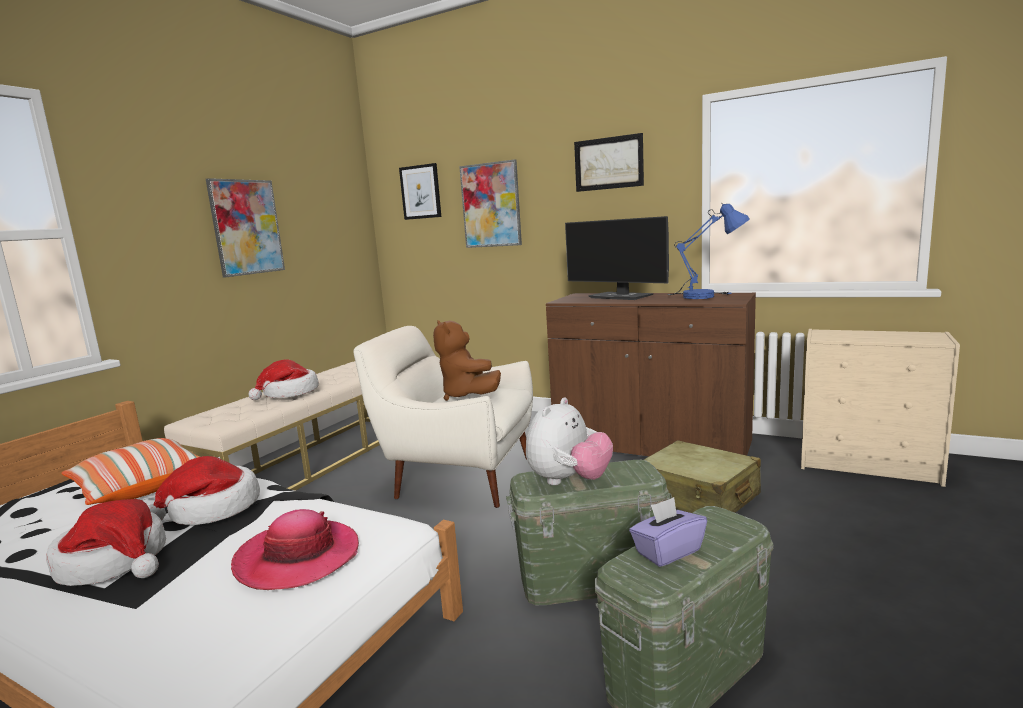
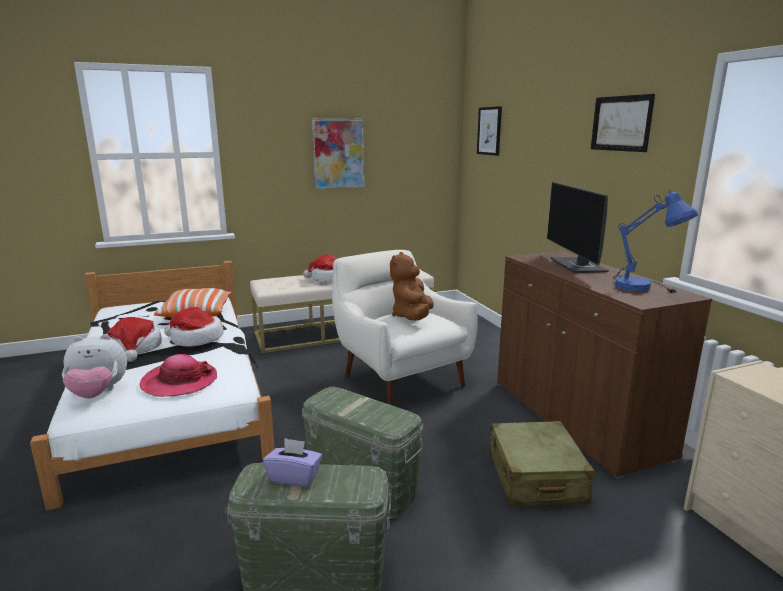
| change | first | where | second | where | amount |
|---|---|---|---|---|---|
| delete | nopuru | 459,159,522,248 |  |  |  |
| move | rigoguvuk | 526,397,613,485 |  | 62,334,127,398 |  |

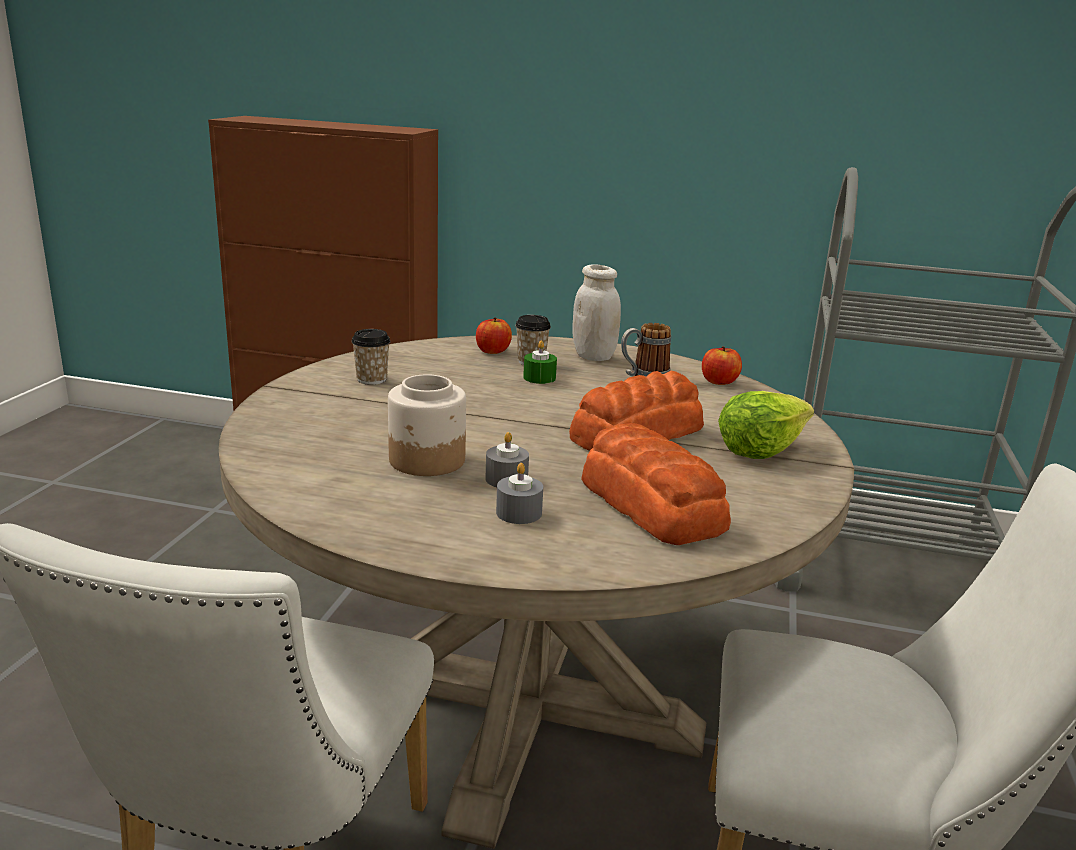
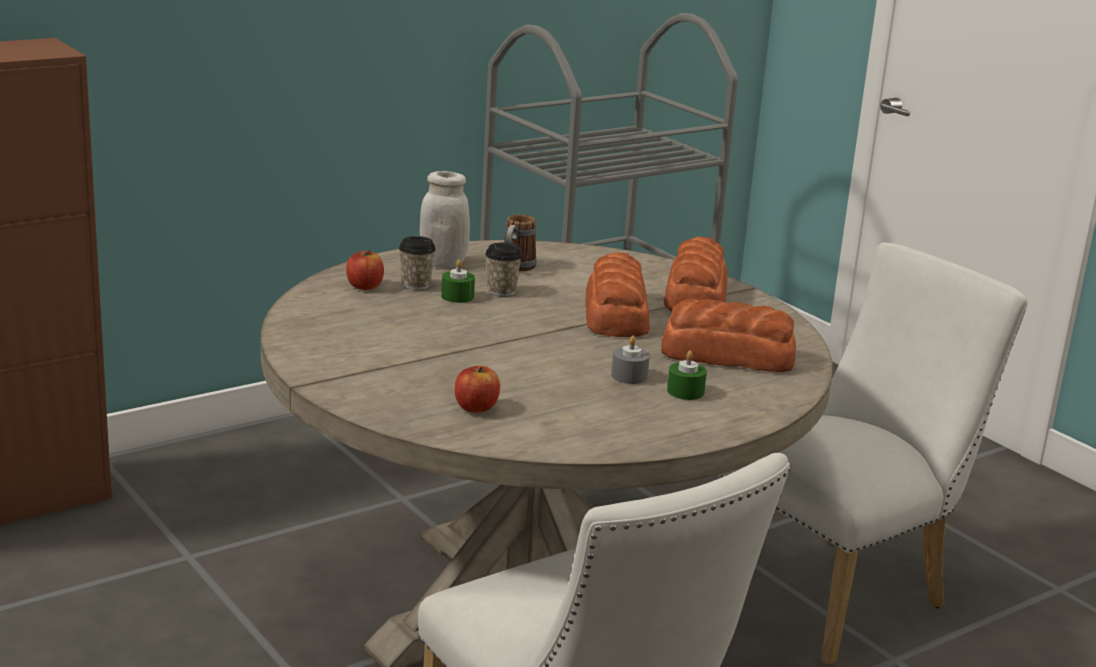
| change | first | where | second | where | amount |
|---|---|---|---|---|---|
| move | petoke | 351,329,391,385 |  | 485,242,522,296 |  |
| delete | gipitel | 388,374,466,476 |  |  |  |
| recolor | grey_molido | 496,463,543,524 | green_molido | 667,351,707,400 |  |
| move | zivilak | 702,346,742,385 |  | 455,366,500,413 |  |
| replace | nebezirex | 718,391,814,459 | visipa | 664,237,728,312 |  |

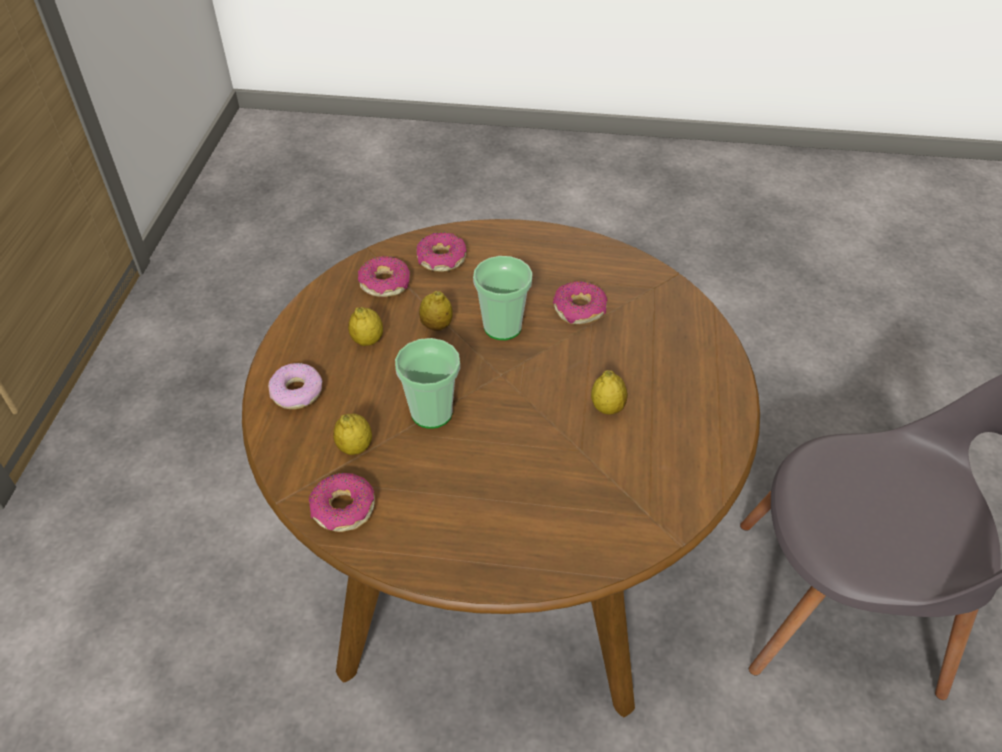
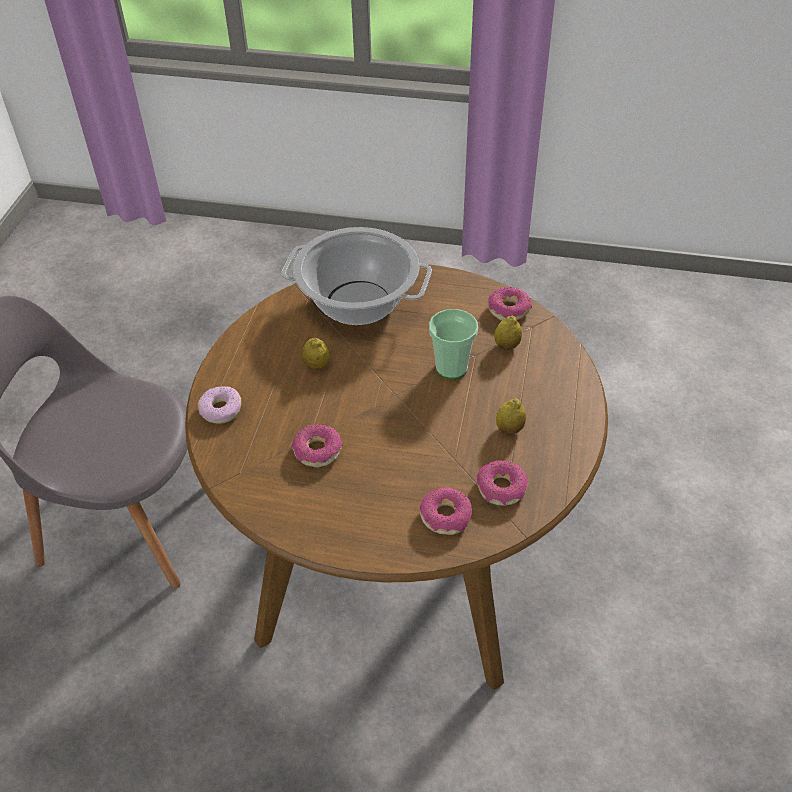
| change | first | where | second | where | amount |
|---|---|---|---|---|---|
| move | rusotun | 268,363,322,409 |  | 198,386,241,424 |  |
| delete | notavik | 419,291,453,331 |  |  |  |
| delete | petoke | 473,256,533,340 |  |  |  |
| insert |  |  | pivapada | 281,227,432,325 |  |

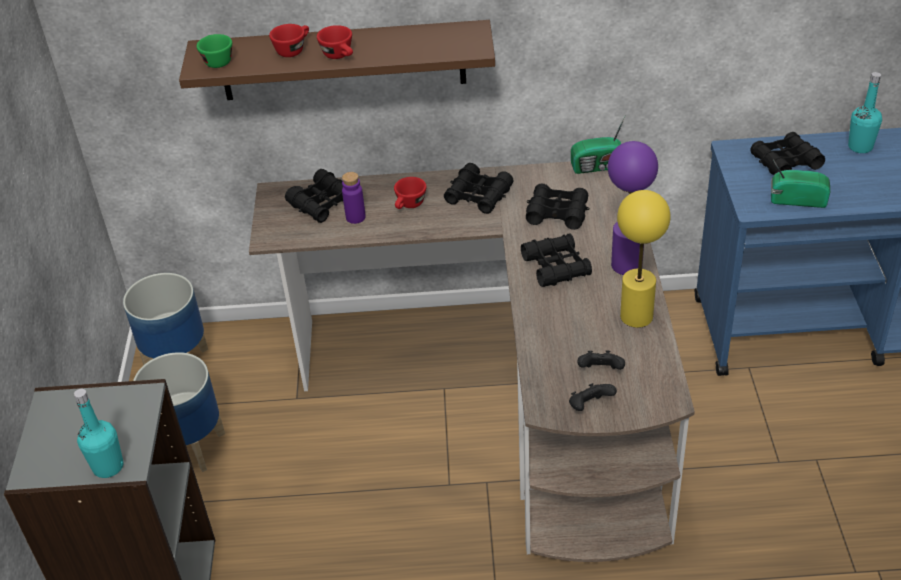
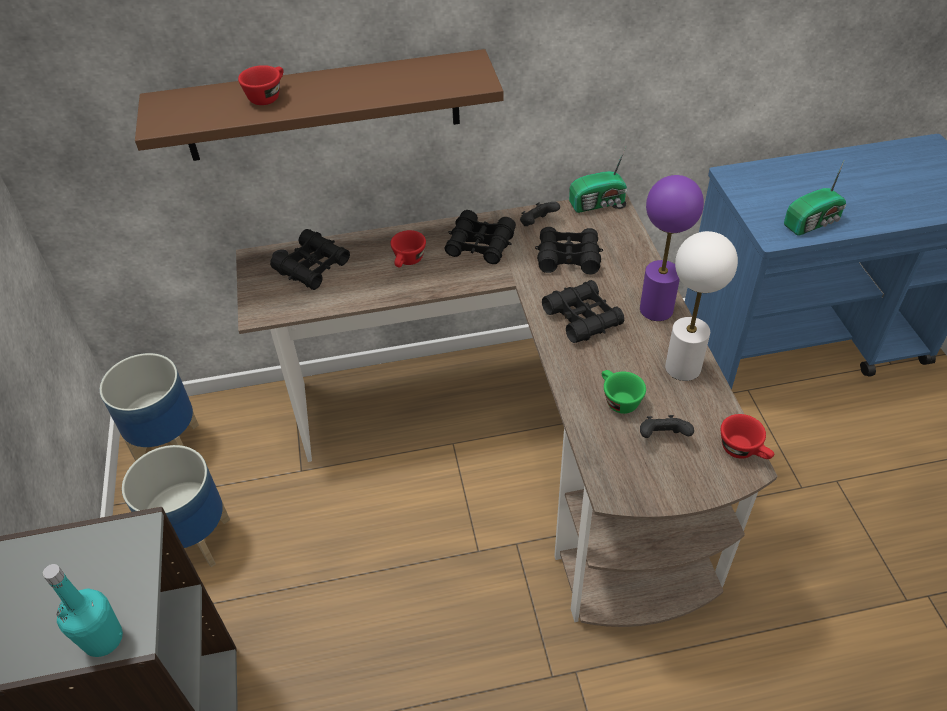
| change | first | where | second | where | amount |
|---|---|---|---|---|---|
| move | green_petoke | 196,34,232,68 |  | 602,370,646,414 |  |
| move | red_petoke | 317,25,353,59 |  | 721,414,774,459 |  |
| delete | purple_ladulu | 342,172,366,224 |  |  |  |
| move | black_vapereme | 569,383,617,411 |  | 520,202,560,226 |  |
| recolor | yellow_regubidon | 617,190,671,328 | white_regubidon | 665,231,738,381 |  |
| delete | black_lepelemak | 750,132,825,175 |  |  |  |
| rotate | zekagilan | 771,160,830,208 |  | 784,161,846,236 | 150 degrees clockwise |
| delete | turquoise_ladulu | 848,72,882,153 |  |  |  |

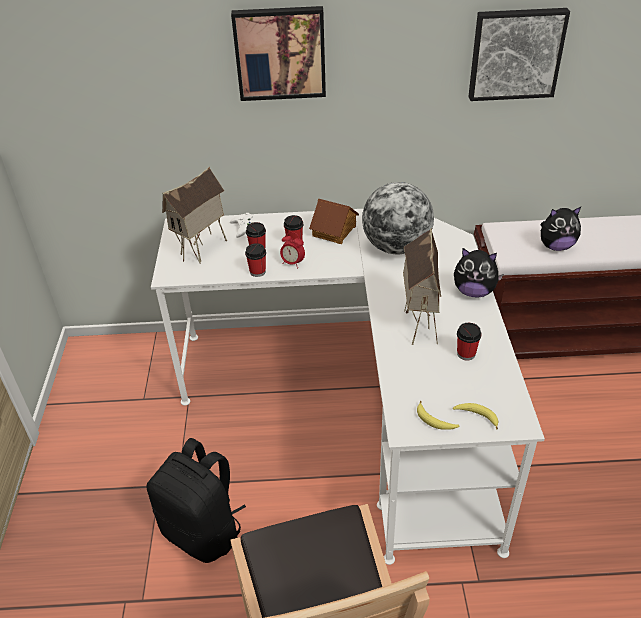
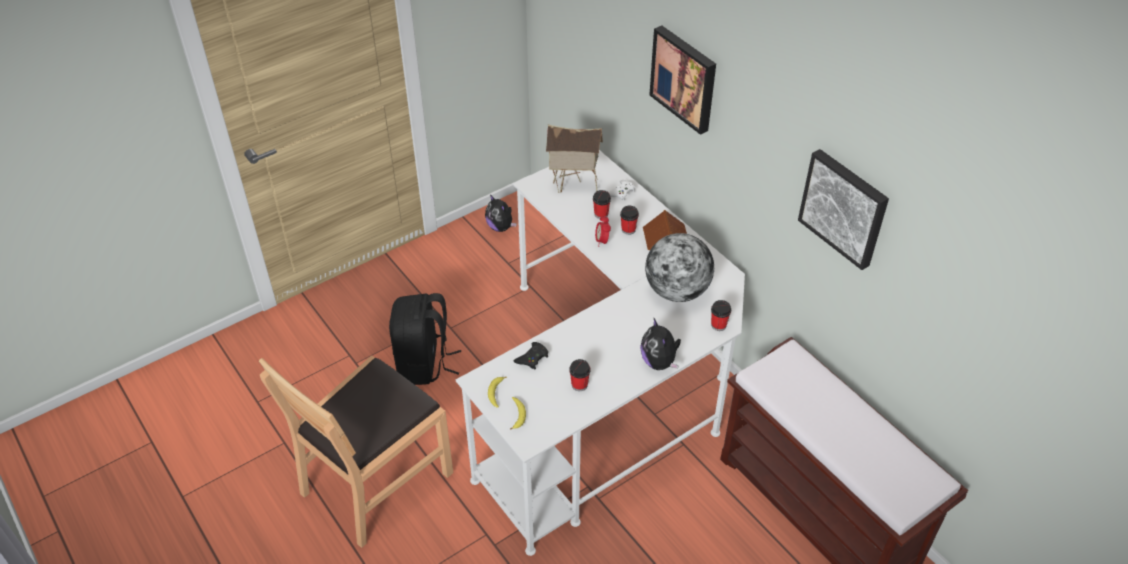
| change | first | where | second | where | amount |
|---|---|---|---|---|---|
| move | petoke | 245,243,266,277 |  | 711,300,731,331 |  |
| delete | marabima | 403,228,441,345 |  |  |  |
| move | rigoguvuk | 540,207,581,251 |  | 485,194,517,232 |  |
| insert |  |  | black_vapereme | 514,342,548,369 |  |

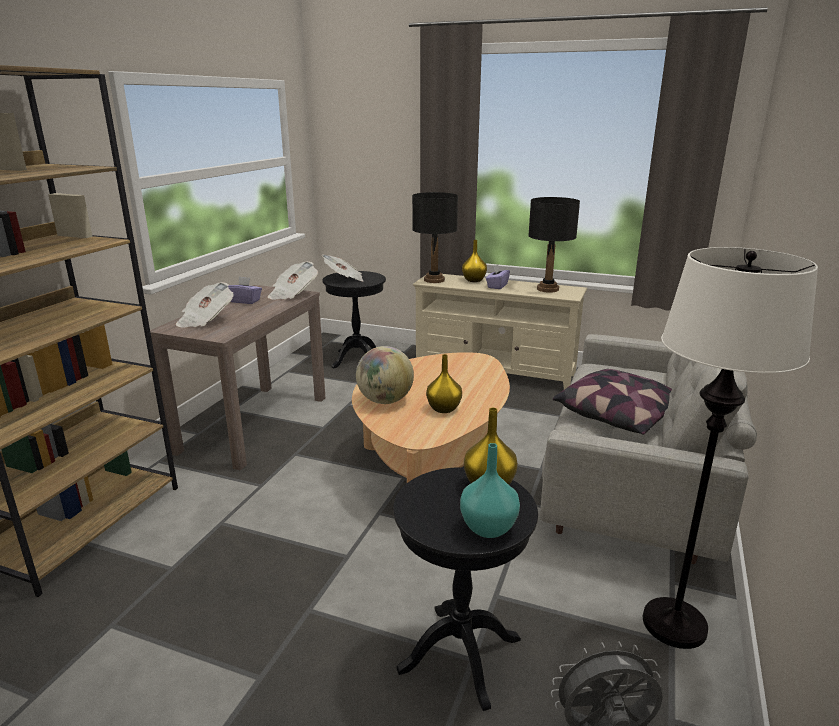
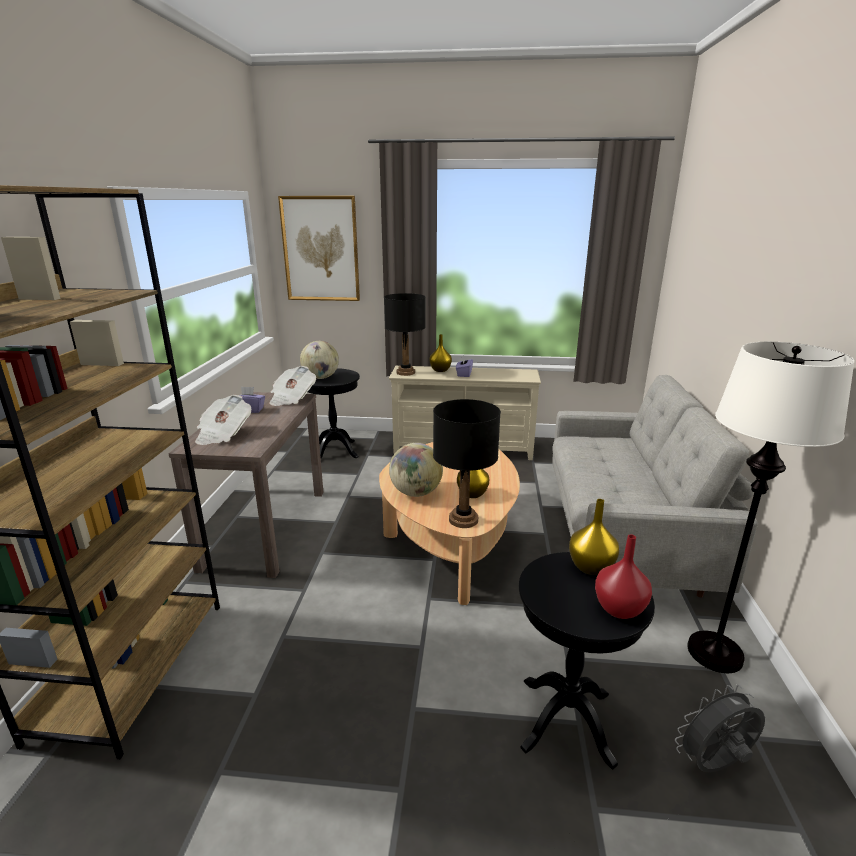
| change | first | where | second | where | amount |
|---|---|---|---|---|---|
| replace | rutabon | 322,255,363,281 | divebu | 300,341,339,379 |  |
| recolor | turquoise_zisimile | 460,443,520,538 | red_zisimile | 595,534,652,619 |  |
| move | black_regubidon | 528,197,580,293 |  | 433,399,501,528 |  |
| delete | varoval | 553,369,672,435 |  |  |  |
| insert |  |  | nopuru | 278,196,360,301 |  |

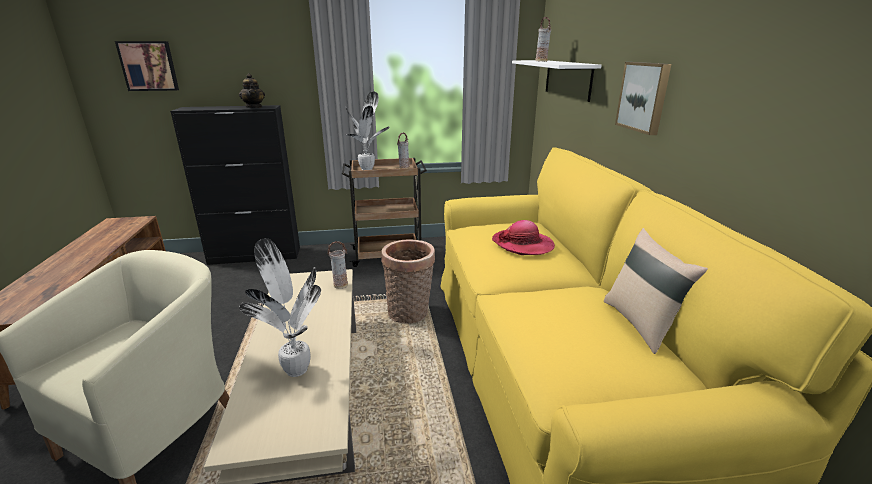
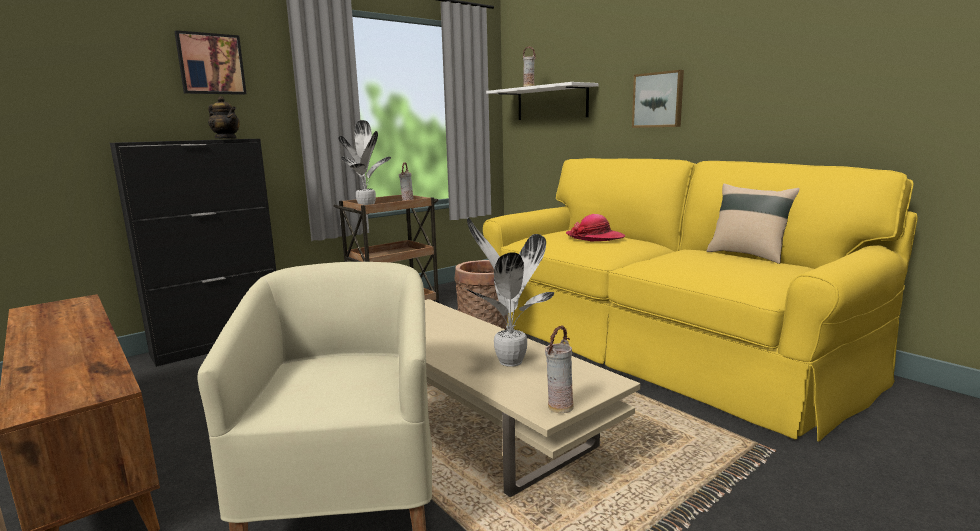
| change | first | where | second | where | amount |
|---|---|---|---|---|---|
| move | nopuru | 115,41,179,91 |  | 174,30,247,95 |  |
| move | zisimile | 327,241,348,289 |  | 545,325,574,413 |  |

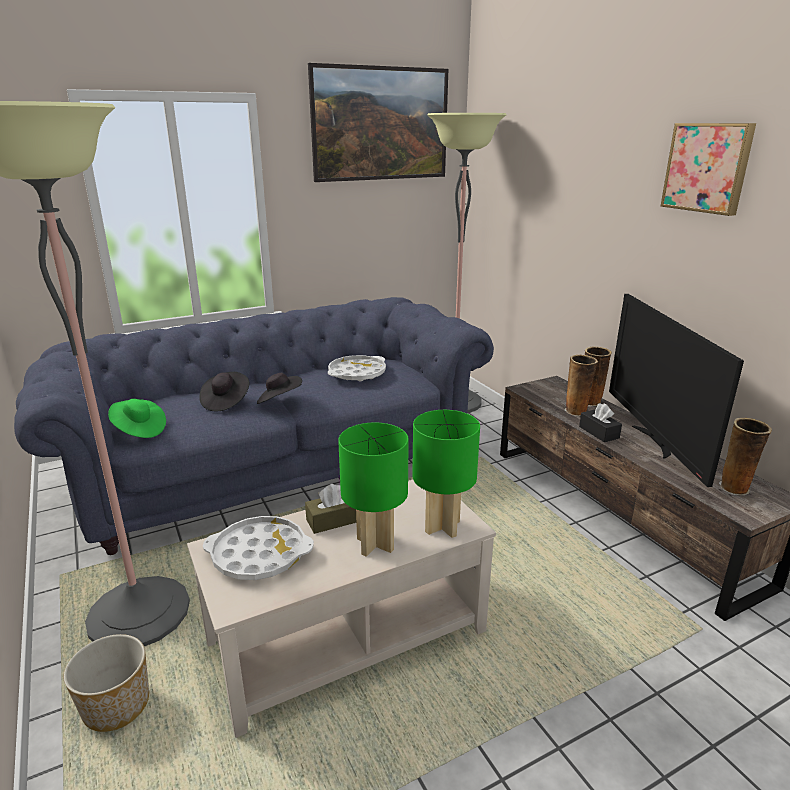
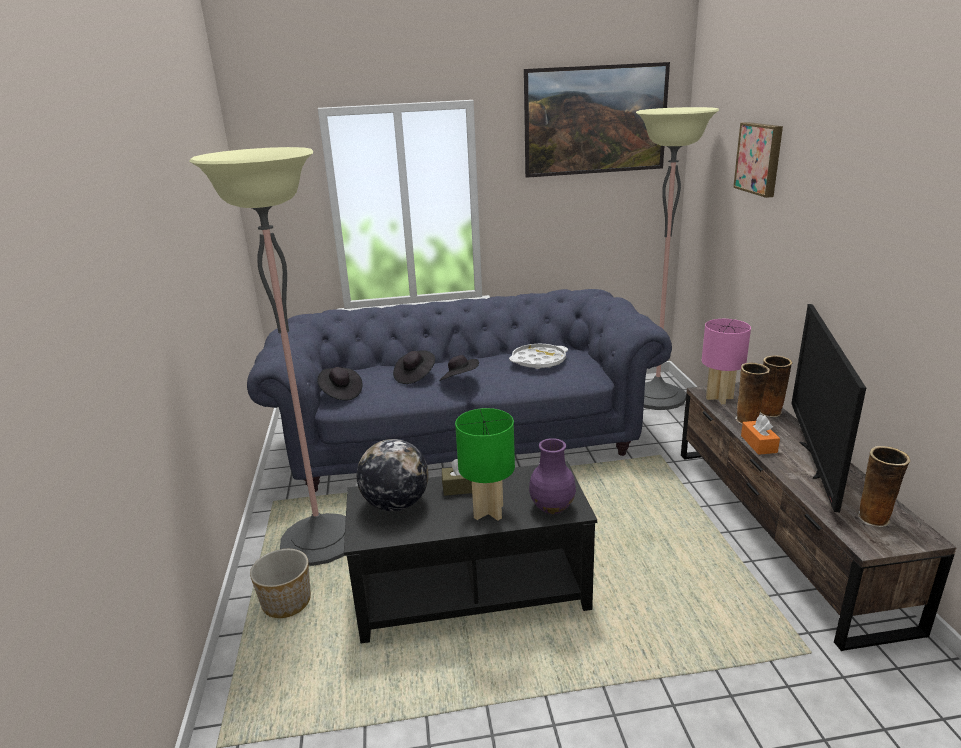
| change | first | where | second | where | amount |
|---|---|---|---|---|---|
| recolor | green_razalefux | 108,399,166,438 | black_razalefux | 317,367,363,400 |  |
| recolor | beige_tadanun | 187,480,496,738 | black_tadanun | 344,461,597,643 |  |
| replace | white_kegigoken | 203,516,314,580 | divebu | 357,439,428,512 |  |
| replace | green_regubidon | 412,410,480,538 | purple_zisimile | 529,438,576,514 |  |
| recolor | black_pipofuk | 579,403,622,442 | orange_pipofuk | 741,415,780,455 |  |
| move | nopuru | 661,123,756,216 |  | 733,122,783,198 |  |
| insert |  |  | pink_regubidon | 702,319,751,404 |  |

